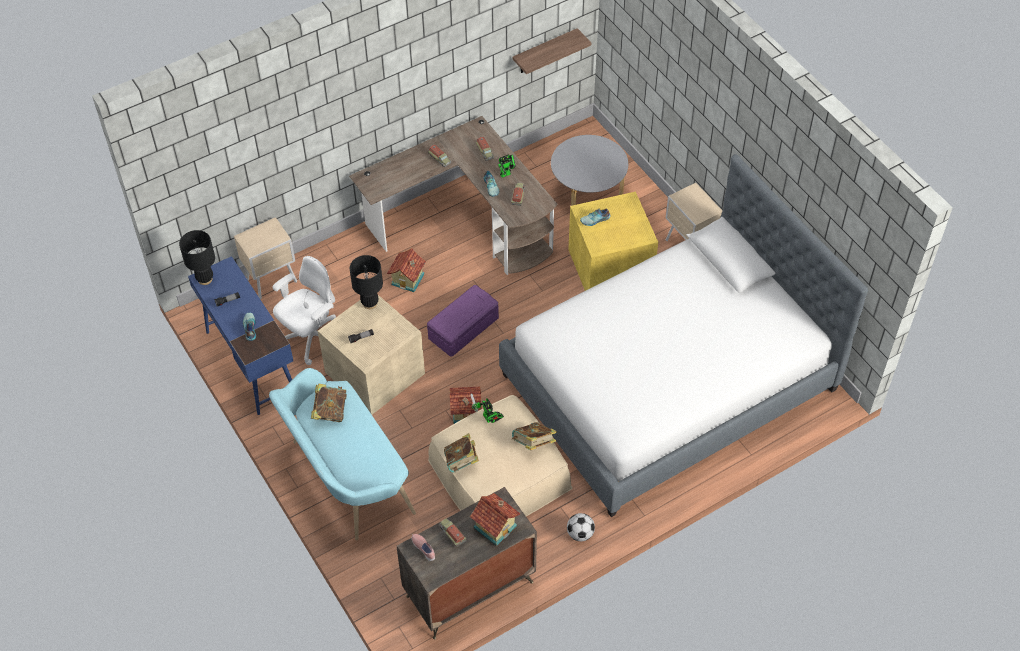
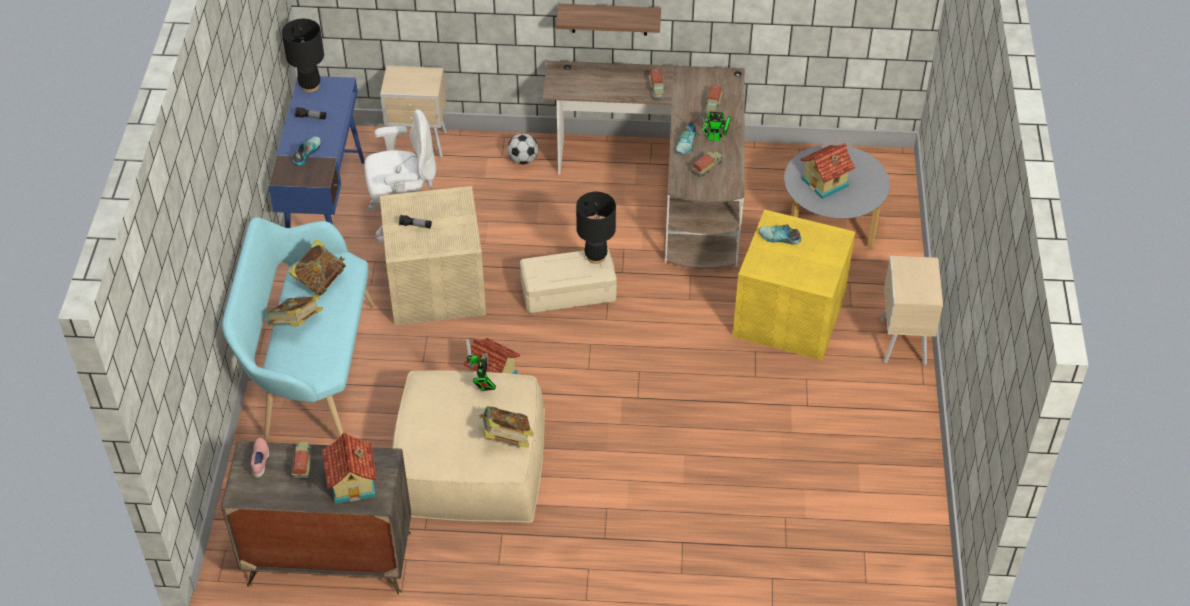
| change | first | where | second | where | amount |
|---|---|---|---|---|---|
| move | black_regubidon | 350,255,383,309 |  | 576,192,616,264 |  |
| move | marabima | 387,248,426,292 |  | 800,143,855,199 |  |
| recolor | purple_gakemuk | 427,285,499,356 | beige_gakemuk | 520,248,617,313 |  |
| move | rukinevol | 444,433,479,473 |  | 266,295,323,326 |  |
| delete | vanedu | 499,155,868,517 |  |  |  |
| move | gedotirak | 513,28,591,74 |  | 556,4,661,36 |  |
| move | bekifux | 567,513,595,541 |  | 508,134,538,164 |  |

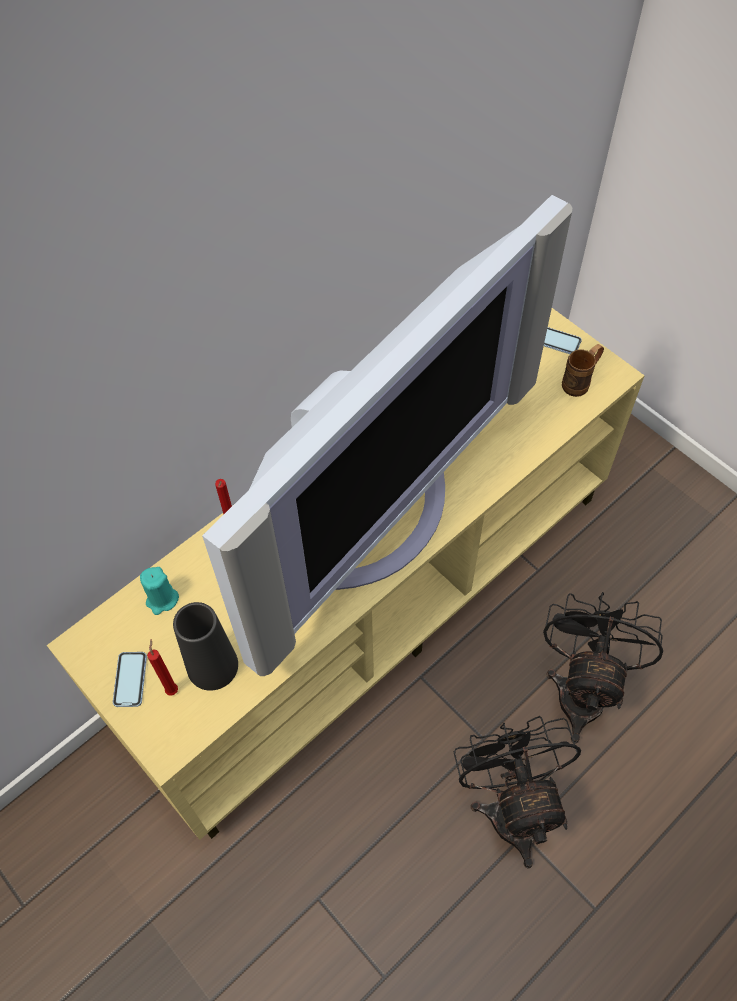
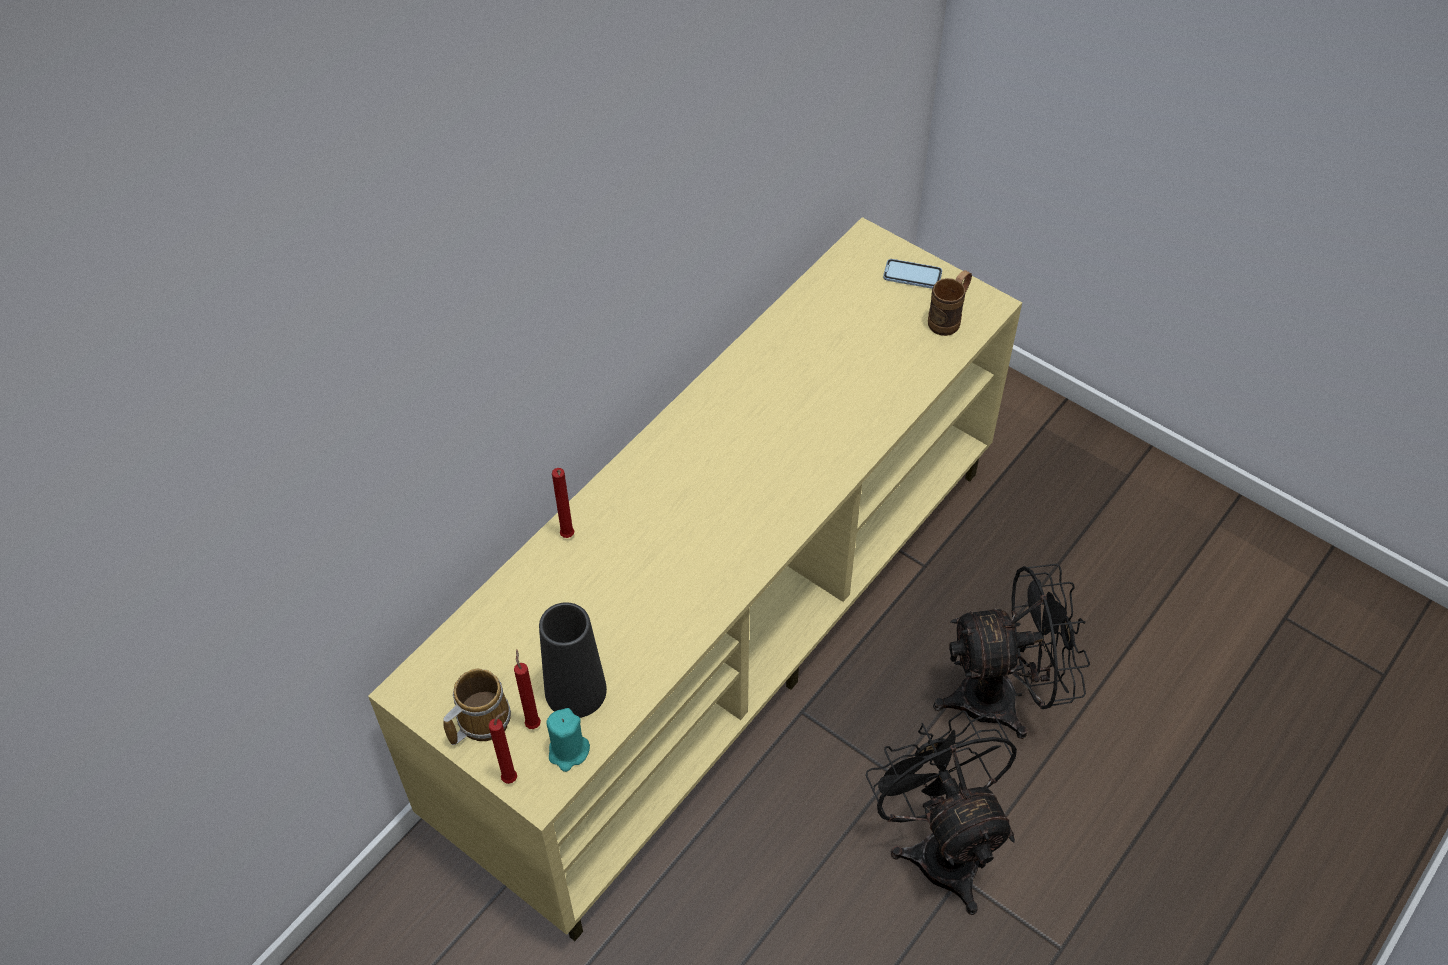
| change | first | where | second | where | amount |
|---|---|---|---|---|---|
| replace | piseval | 113,652,147,707 | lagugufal | 443,669,511,745 |  |
| move | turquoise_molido | 140,567,179,615 |  | 546,708,590,772 |  |
| delete | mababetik | 202,195,572,676 |  |  |  |
| rotate | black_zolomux | 543,592,663,744 |  | 933,564,1090,739 | 75 degrees clockwise |
| insert |  |  | red_molido | 489,710,517,784 |  |

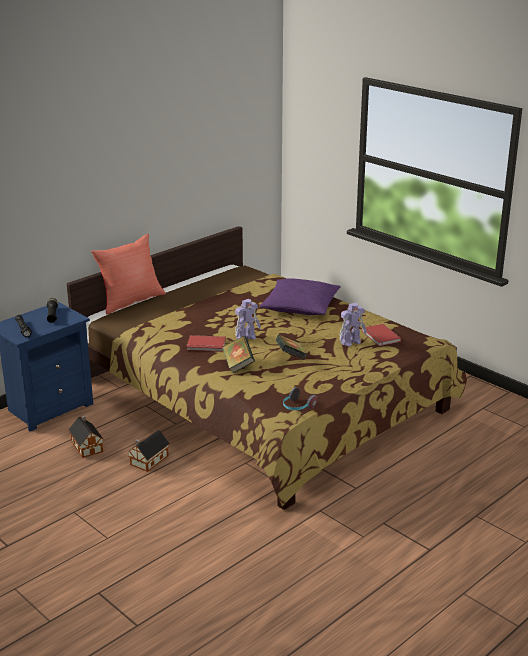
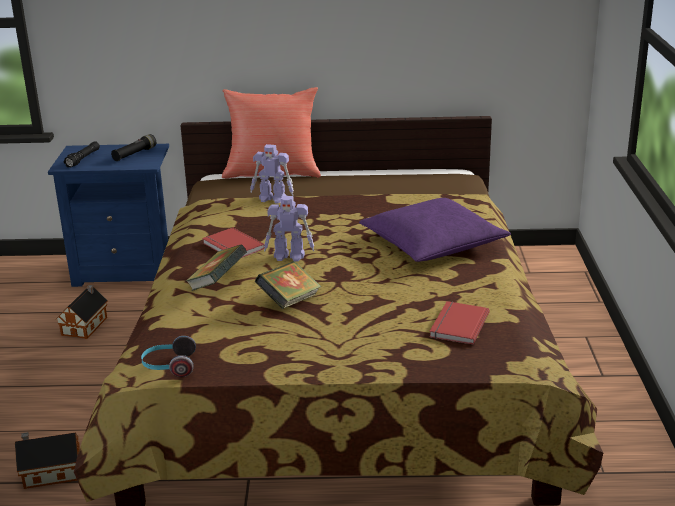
| change | first | where | second | where | amount |
|---|---|---|---|---|---|
| move | marabima | 127,430,170,472 |  | 15,432,79,489 |  |
| move | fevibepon | 339,303,367,347 |  | 250,144,294,204 |  |

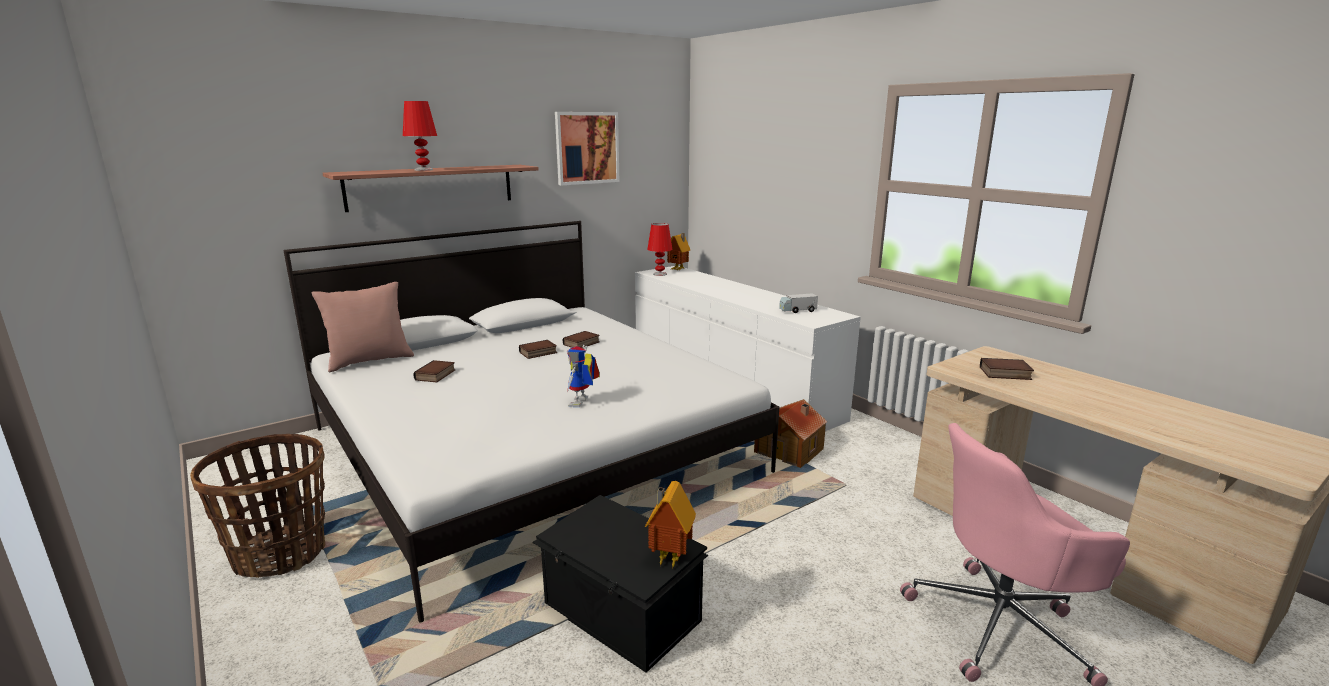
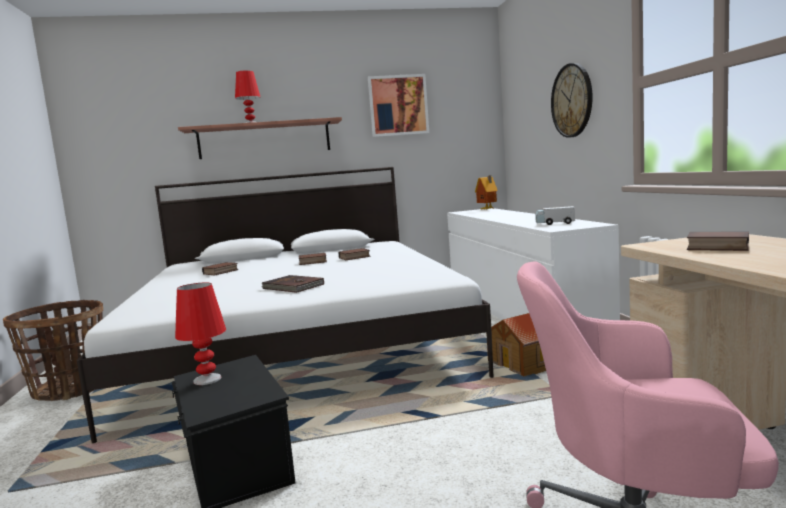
| change | first | where | second | where | amount |
|---|---|---|---|---|---|
| delete | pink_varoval | 312,282,414,372 |  |  |  |
| replace | fevibepon | 567,345,600,407 | brown_rukinevol | 262,275,324,293 |  |
| delete | marabima | 645,481,696,567 |  |  |  |
| move | red_regubidon | 647,223,673,276 |  | 175,282,226,385 |  |
| insert |  |  | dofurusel | 551,63,593,138 |  |

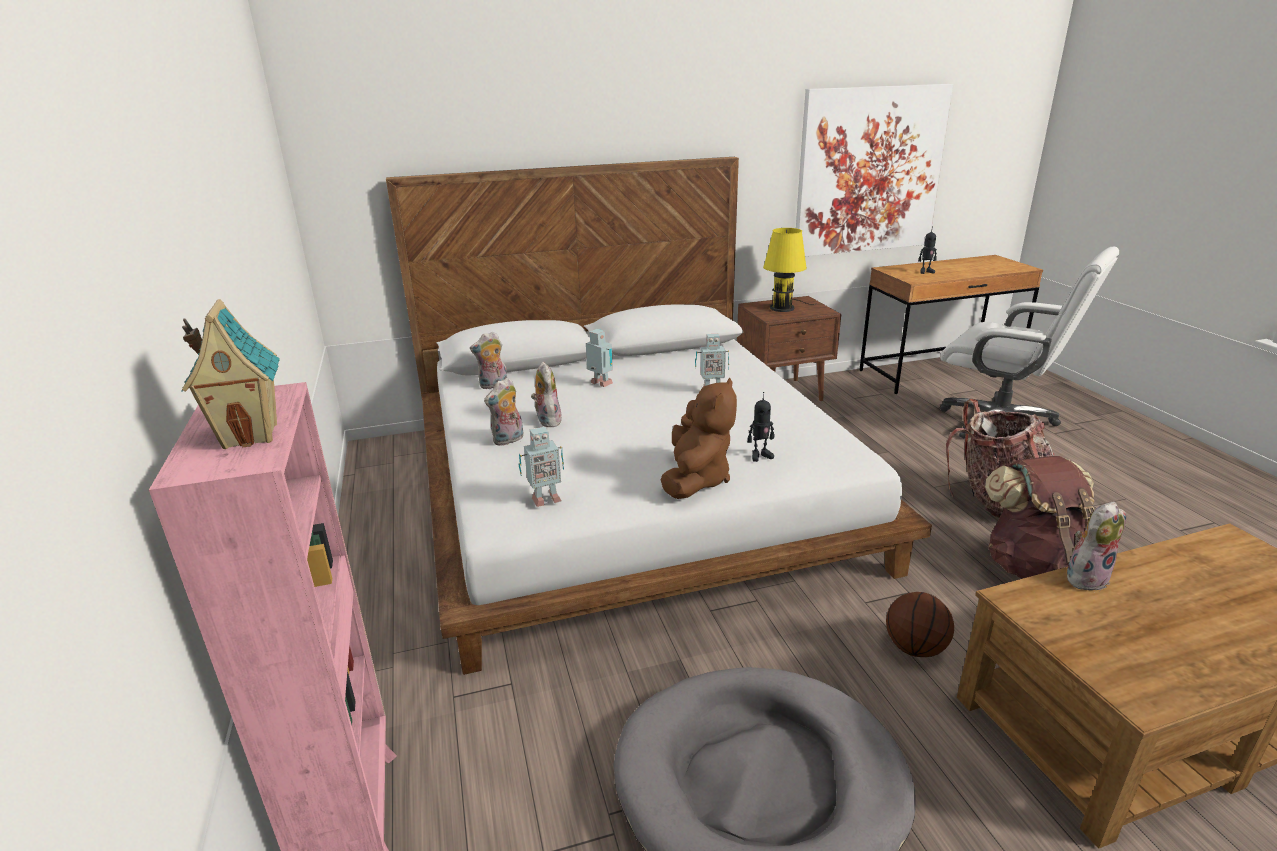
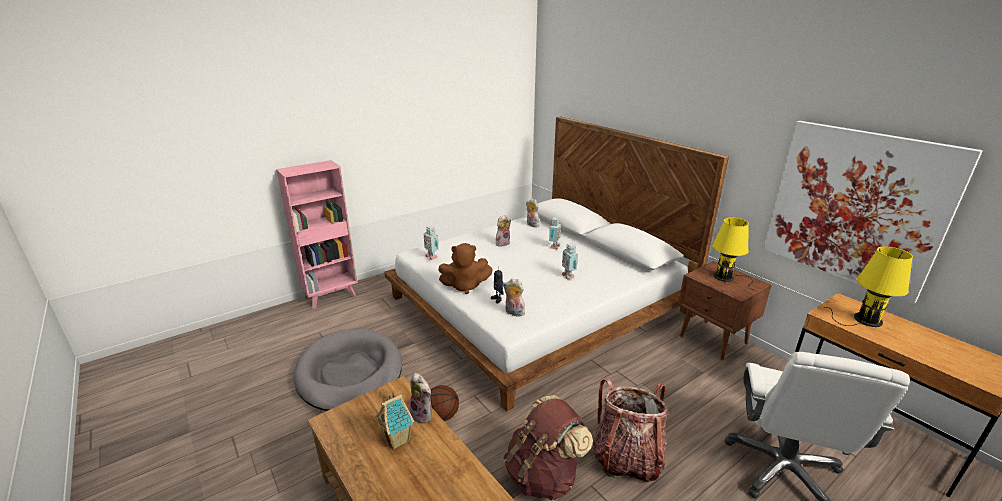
| change | first | where | second | where | amount |
|---|---|---|---|---|---|
| move | marabima | 181,299,280,449 |  | 375,393,414,450 |  |
| move | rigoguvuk | 484,377,524,446 |  | 503,278,525,317 |  |
| replace | fevibepon | 918,226,937,274 | yellow_regubidon | 824,246,913,327 |  |

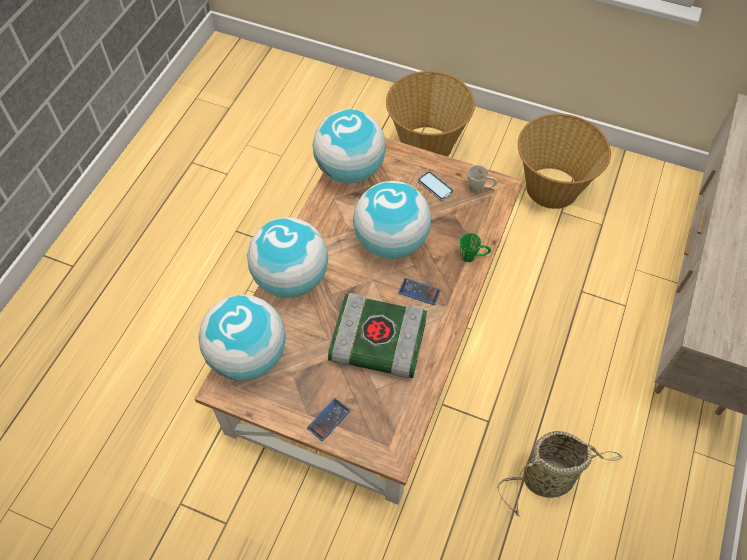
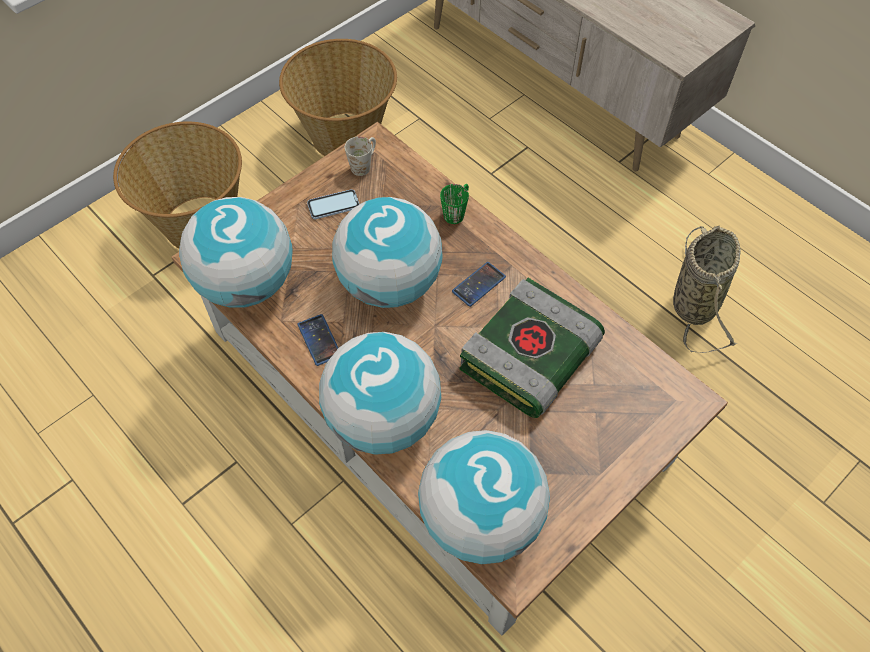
| change | first | where | second | where | amount |
|---|---|---|---|---|---|
| move | piseval | 307,398,351,441 |  | 297,314,338,366 |  |

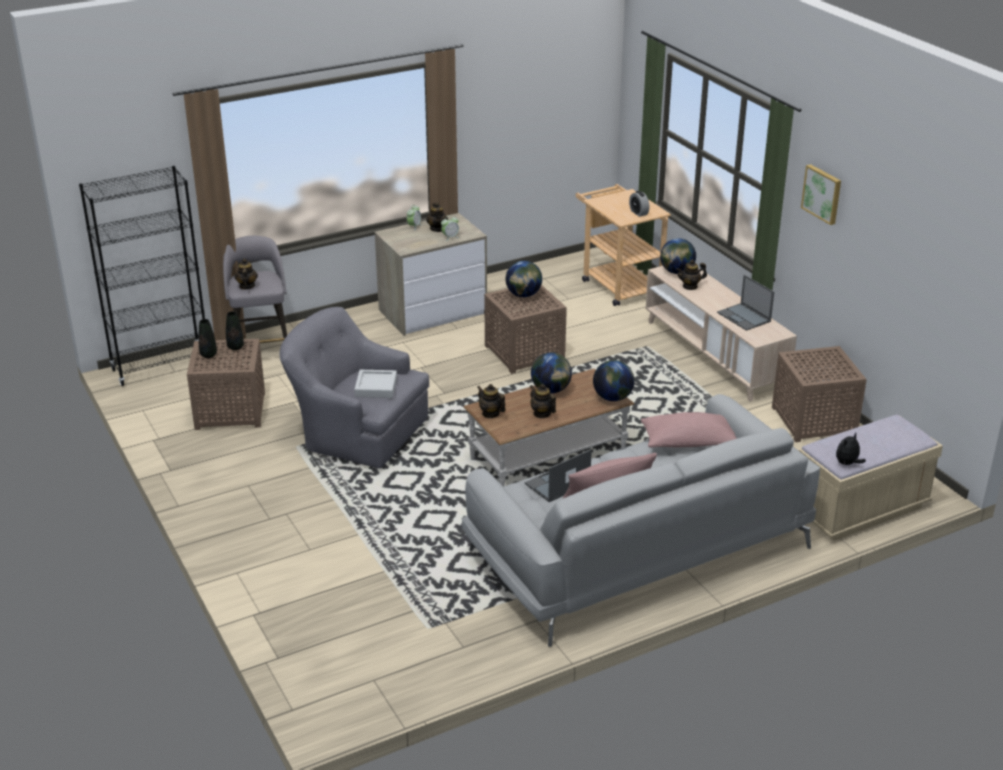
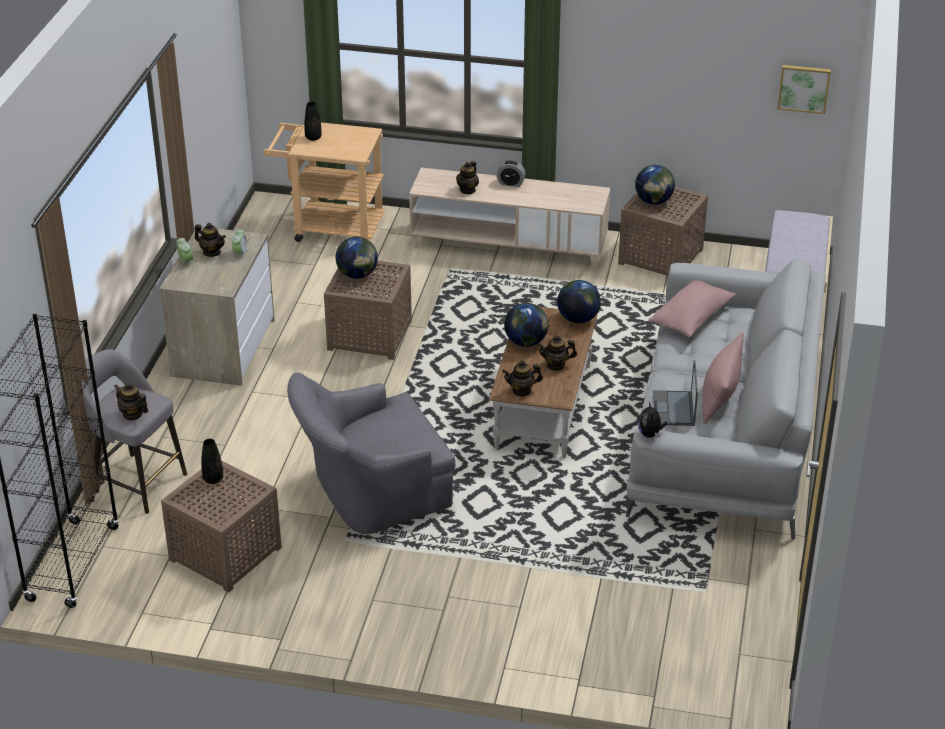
| change | first | where | second | where | amount |
|---|---|---|---|---|---|
| move | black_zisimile | 198,319,217,358 |  | 304,101,322,141 |  |
| delete | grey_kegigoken | 354,370,397,398 |  |  |  |
| move | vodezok | 629,191,649,217 |  | 497,160,526,187 |  |
| move | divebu | 660,238,696,274 |  | 635,165,675,205 |  |
| delete | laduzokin | 717,275,774,331 |  |  |  |
| move | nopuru | 801,164,841,225 |  | 777,65,831,114 |  |
| move | rigoguvuk | 836,433,866,465 |  | 638,402,667,438 |  |

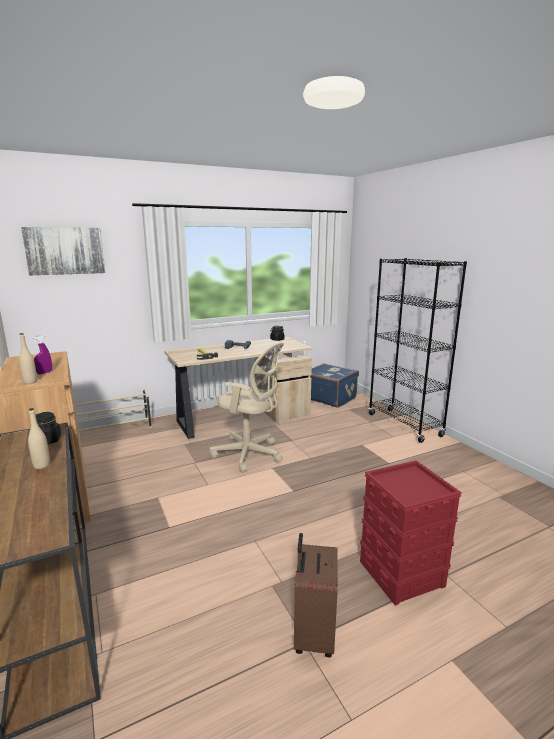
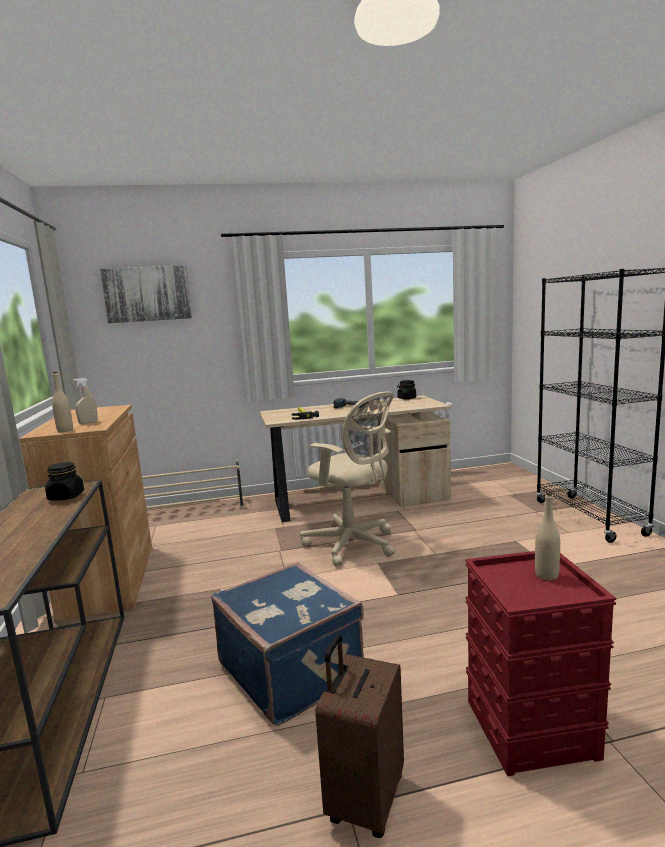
| change | first | where | second | where | amount |
|---|---|---|---|---|---|
| move | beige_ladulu | 28,408,50,469 |  | 535,492,560,580 |  |
| recolor | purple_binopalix | 32,335,52,374 | beige_binopalix | 73,378,98,424 |  |
| move | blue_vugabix | 310,363,359,408 |  | 212,562,364,726 |  |

